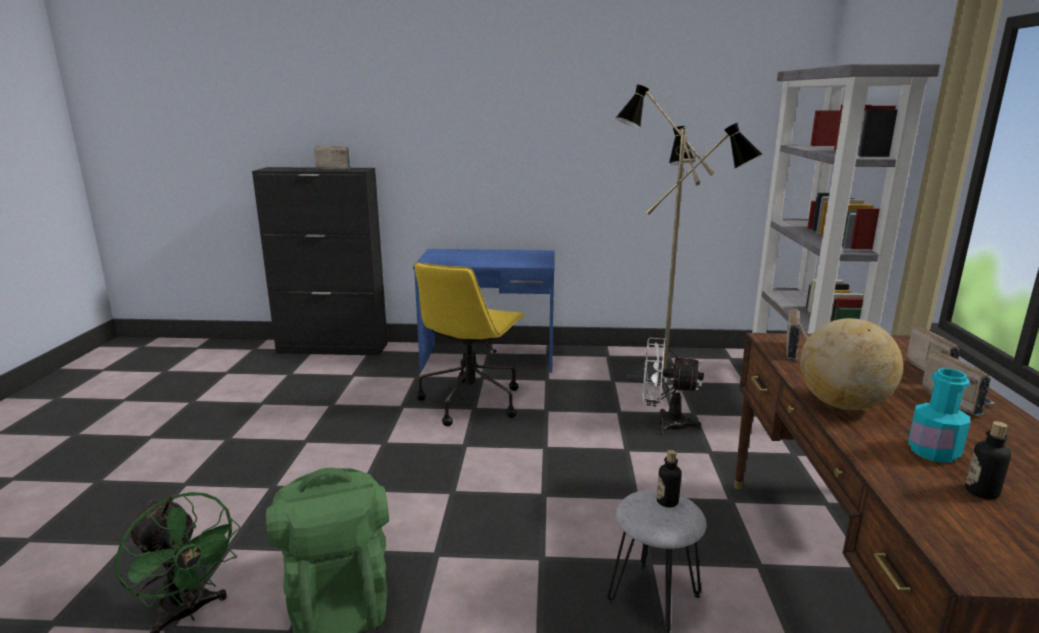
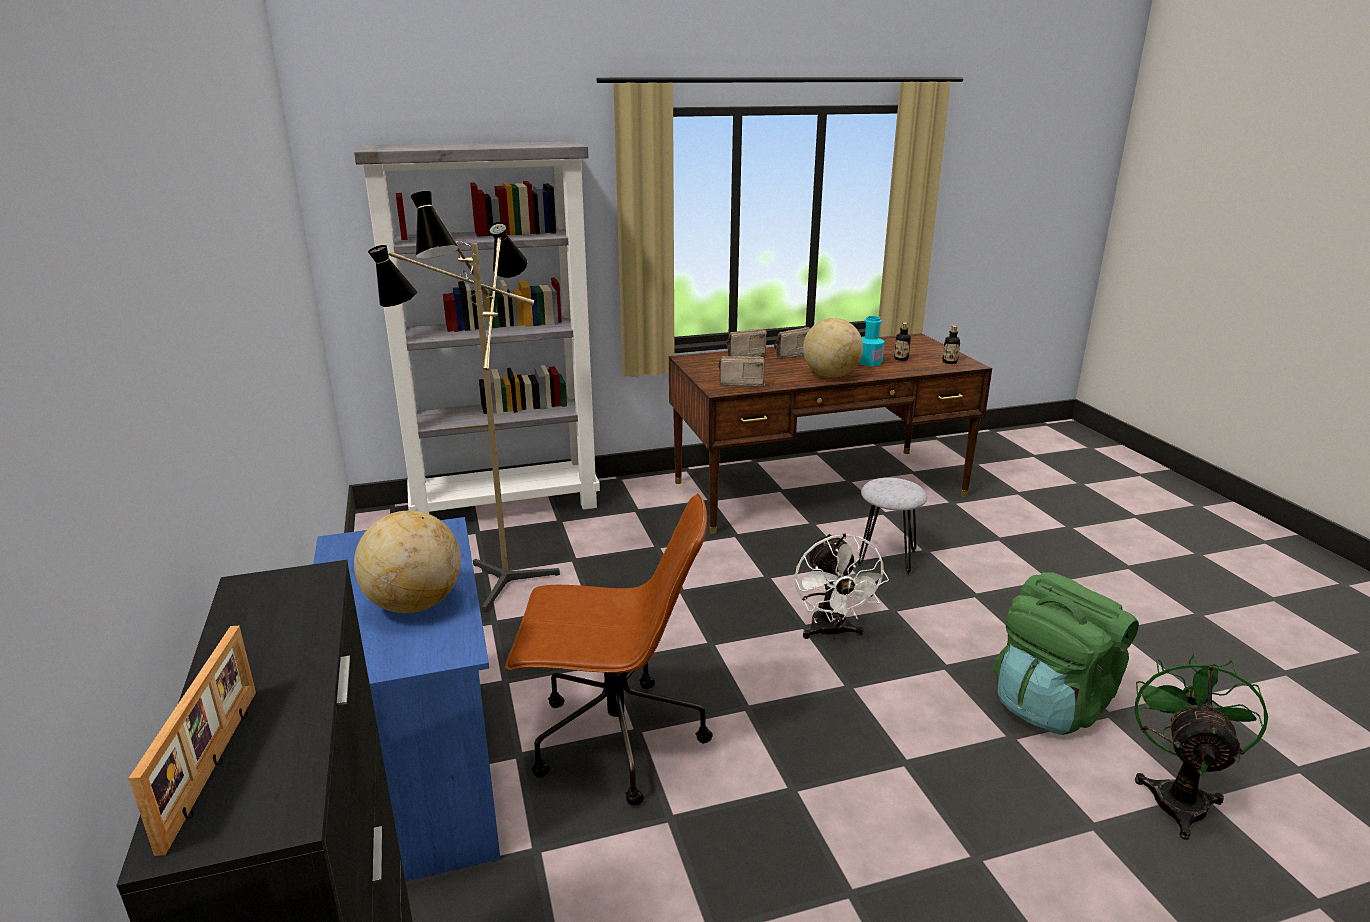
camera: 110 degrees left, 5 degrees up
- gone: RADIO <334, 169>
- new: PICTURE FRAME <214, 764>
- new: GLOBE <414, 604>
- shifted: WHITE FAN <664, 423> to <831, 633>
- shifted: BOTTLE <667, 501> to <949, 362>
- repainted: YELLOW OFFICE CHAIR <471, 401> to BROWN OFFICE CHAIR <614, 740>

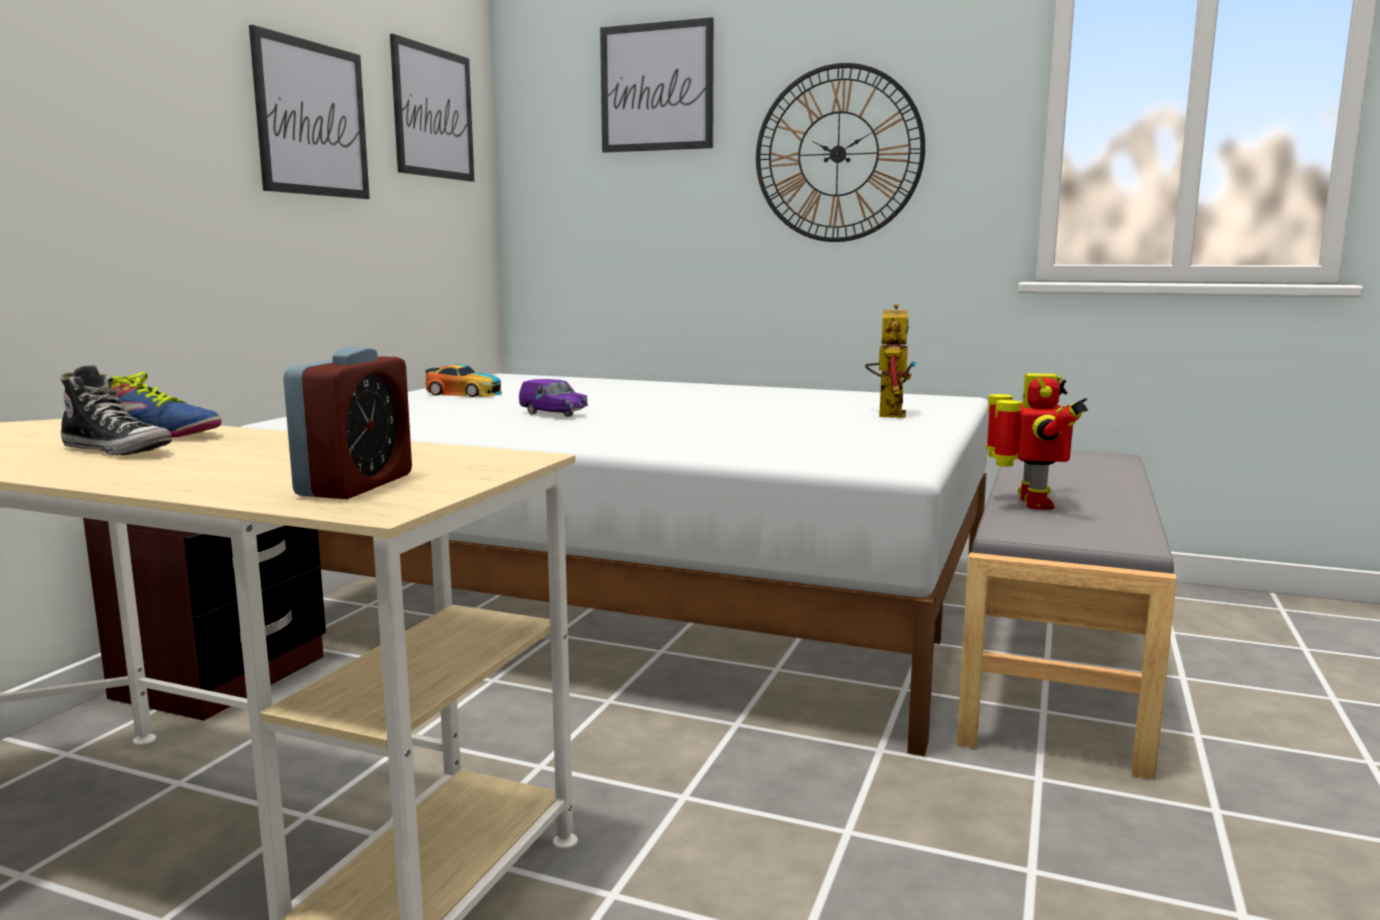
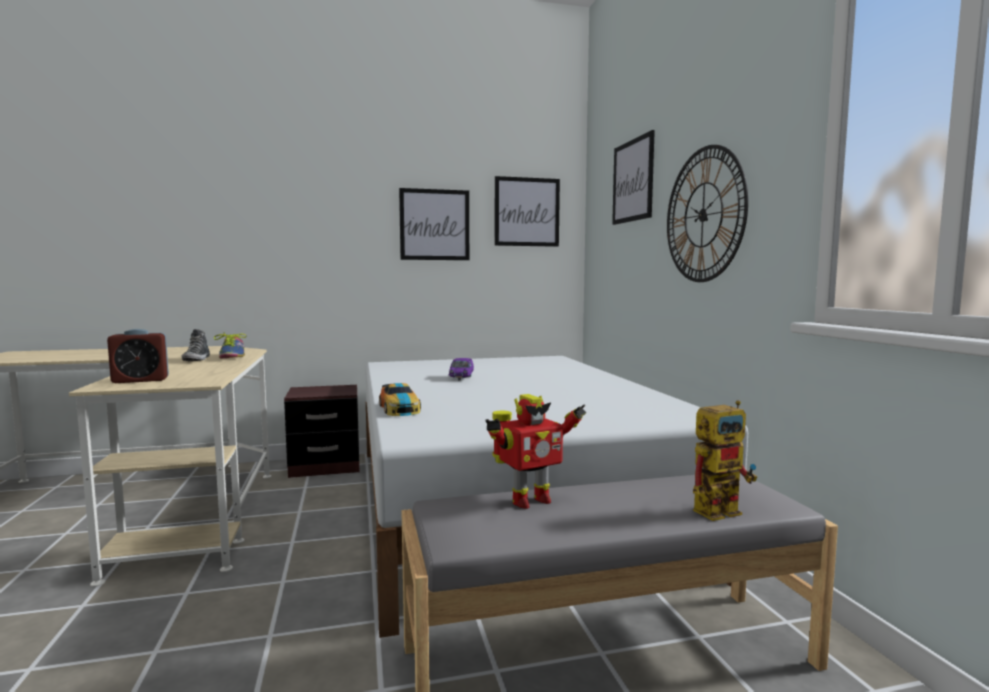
camera: 55 degrees right, 5 degrees down
- shifted: TOY CAR <465, 393> to <399, 409>
- shifted: TOY ROBOT <888, 412> to <721, 509>

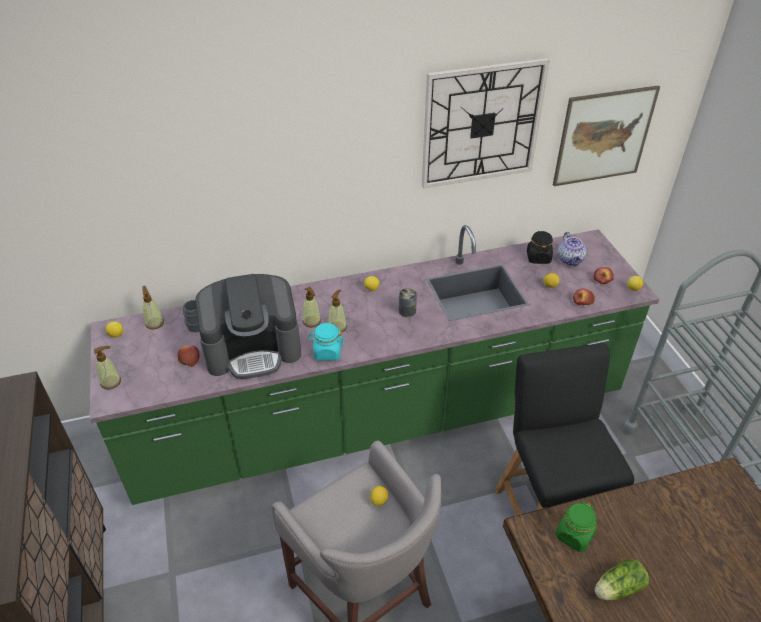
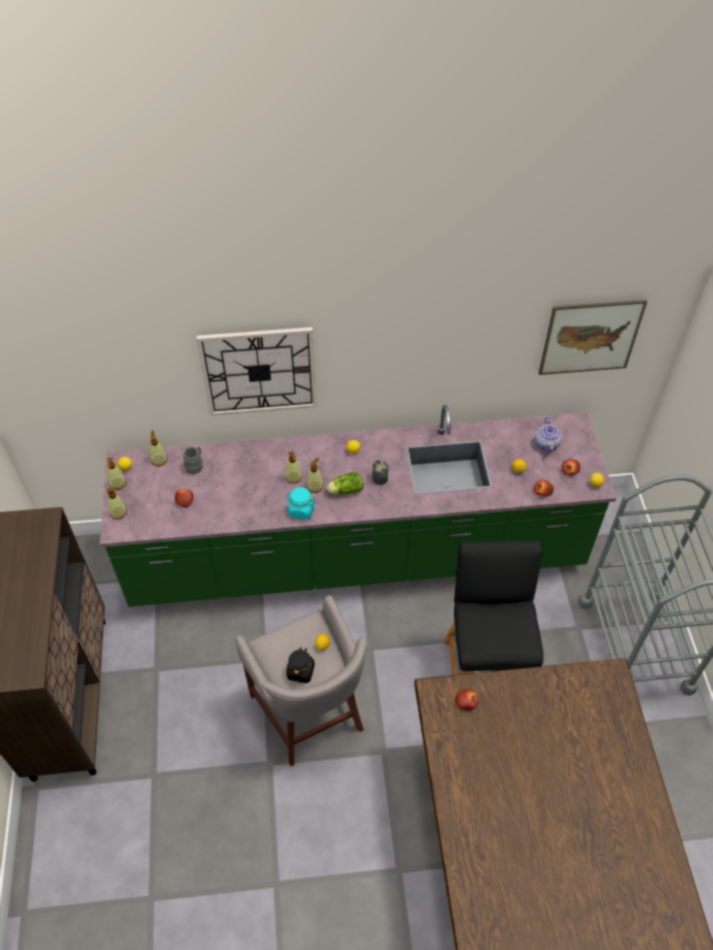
camera: 10 degrees right, 10 degrees up
- gone: COFFEE MACHINE <253, 348>
- new: SOAP DISPENSER <117, 483>
- shifted: WALL CLOCK <481, 124> to <259, 371>
- shifted: BLACK JAR <538, 257> to <300, 671>
- shifted: LETTUCE <616, 589> to <344, 490>
- swapped: GREEN JAR <574, 535> to APPLE <466, 701>

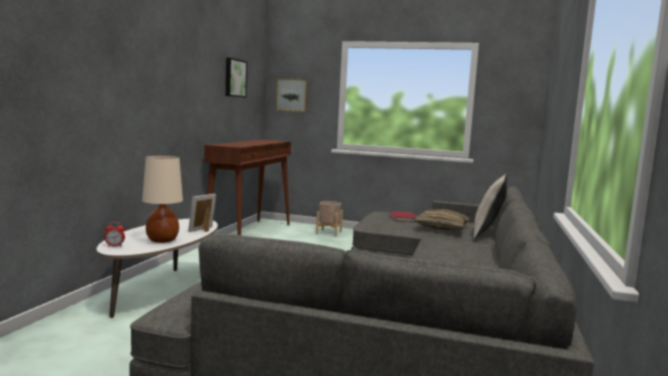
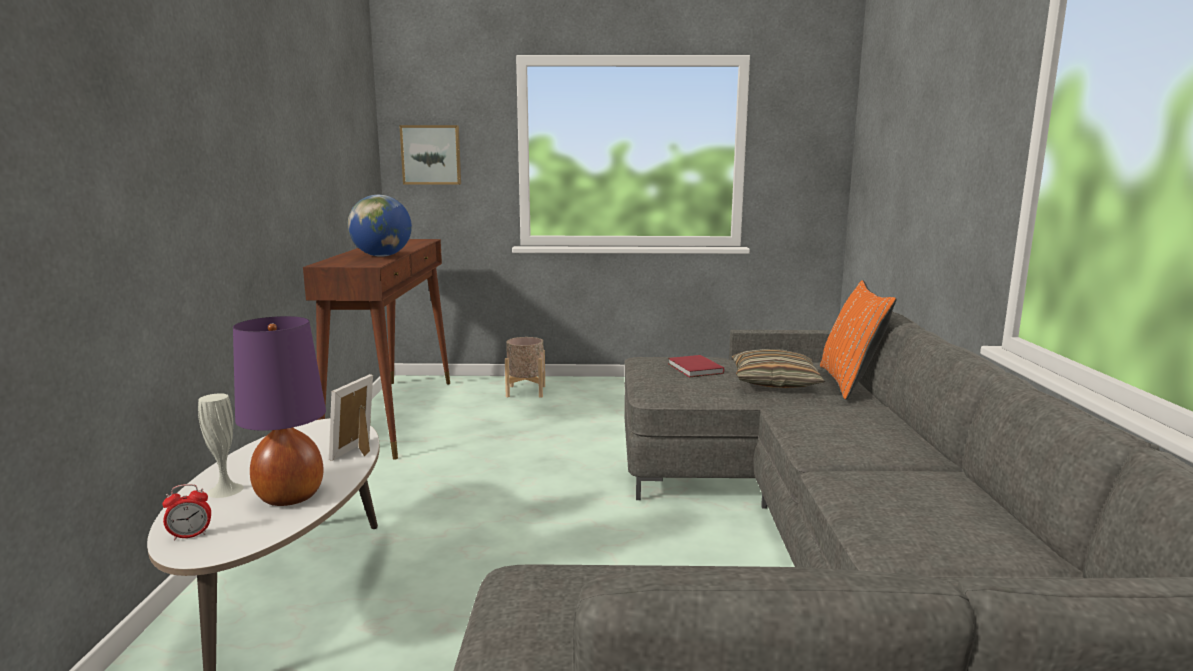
camera: 15 degrees left, 5 degrees up
- gone: PICTURE <234, 78>
- new: WHITE VASE <225, 490>
- new: GLOBE <382, 256>
- repainted: BEIGE TABLE LAMP <162, 240> to PURPLE TABLE LAMP <289, 497>
- repainted: BEIGE PILLOW <488, 233> to ORANGE PILLOW <850, 382>

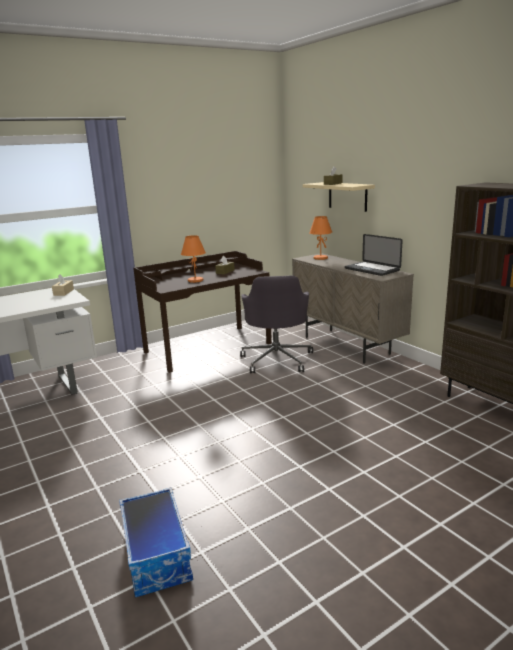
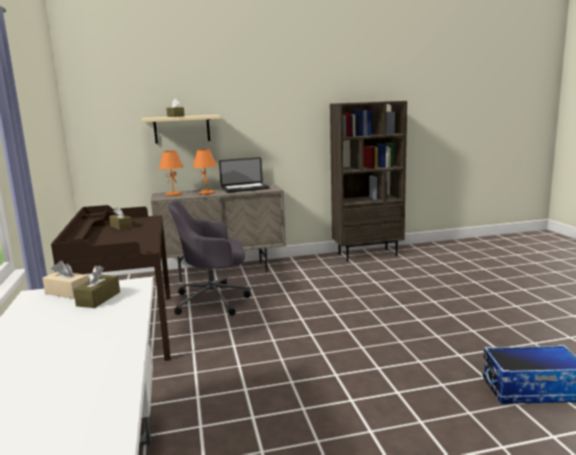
camera: 70 degrees left, 5 degrees down
- new: BROWN TISSUE BOX <98, 299>
- shifted: ORANGE TABLE LAMP <195, 281> to <207, 193>
- rotated: GREY OFFICE CHAIR <277, 359> = <214, 300> 150 degrees clockwise

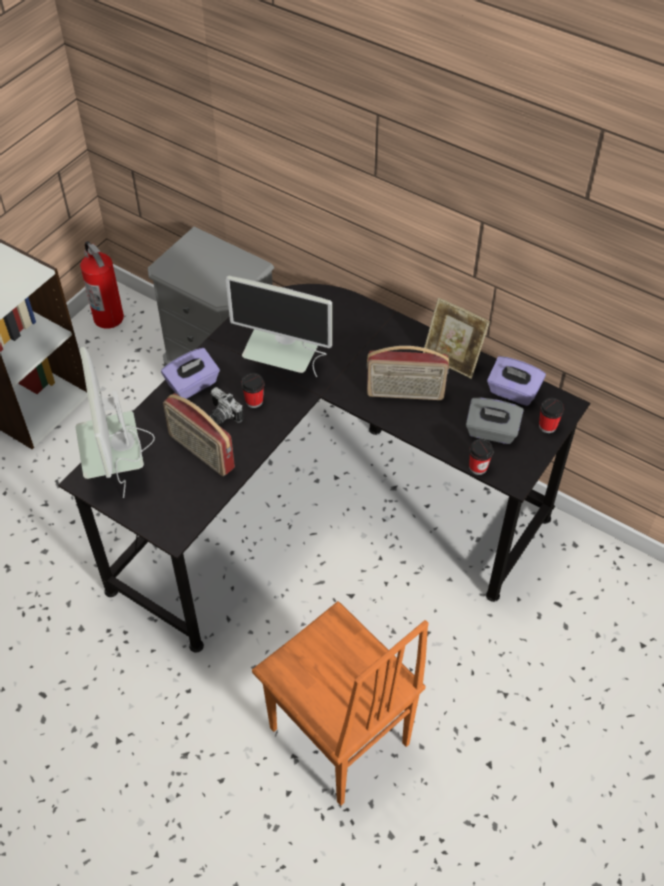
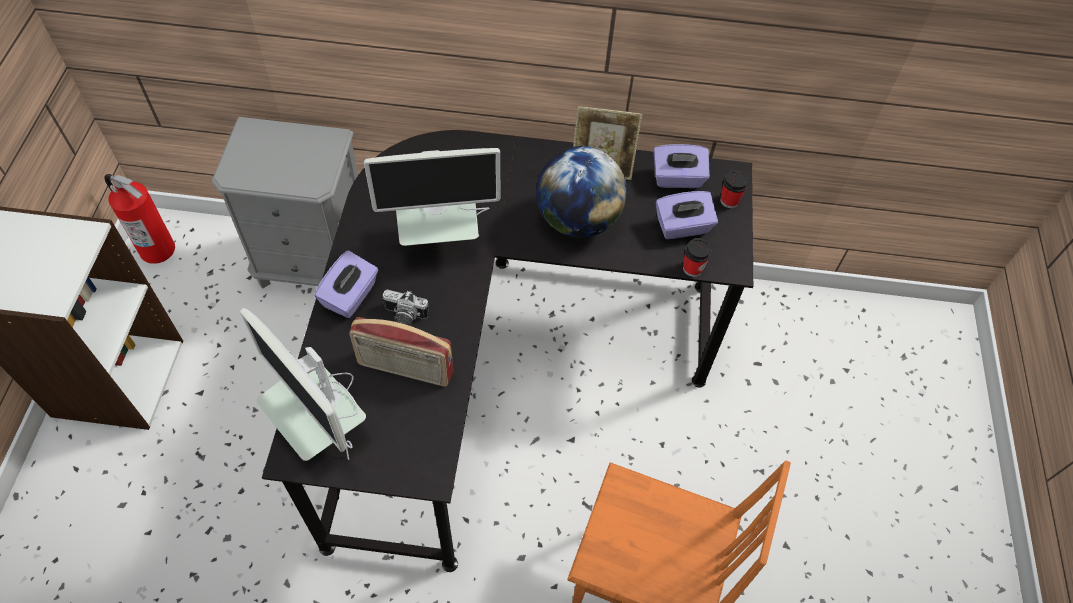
camera: 30 degrees left, 5 degrees up
- gone: CUP <254, 401>
- swapped: RADIO <405, 394> to GLOBE <578, 220>
- repainted: GREY TISSUE BOX <491, 431> to PURPLE TISSUE BOX <682, 227>

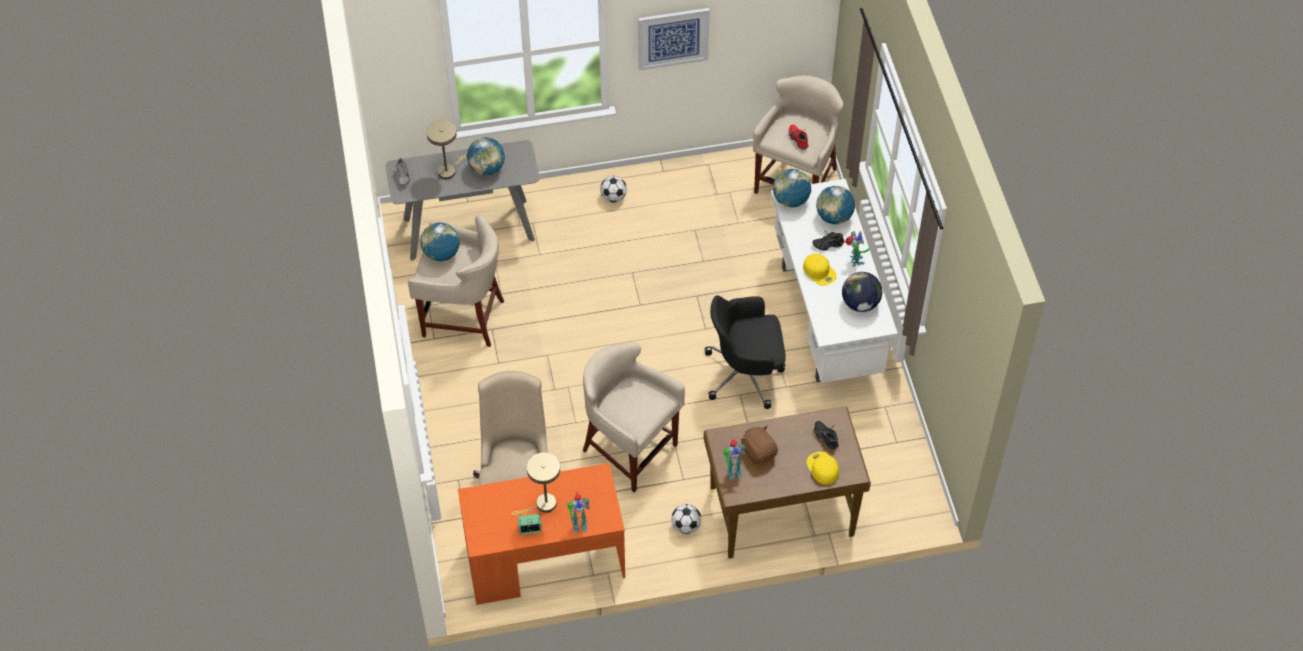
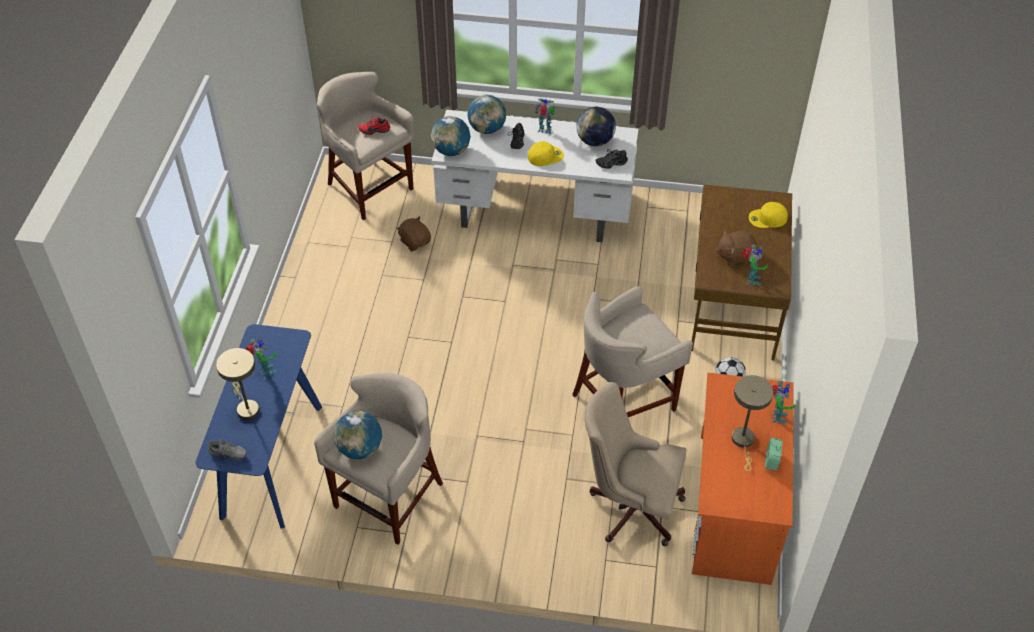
camera: 70 degrees left, 5 degrees down
- gone: FOOTBALL <613, 197>
- gone: PICTURE <673, 38>
- gone: BLACK OFFICE CHAIR <745, 373>
- new: BROWN PLUSH TOY <415, 242>
- shifted: BLACK SHOE <826, 437> to <611, 163>
- swapped: GLOBE <487, 168> to TOY ROBOT <266, 372>
- repainted: GREY CONSOLE TABLE <469, 229> to BLUE CONSOLE TABLE <271, 460>

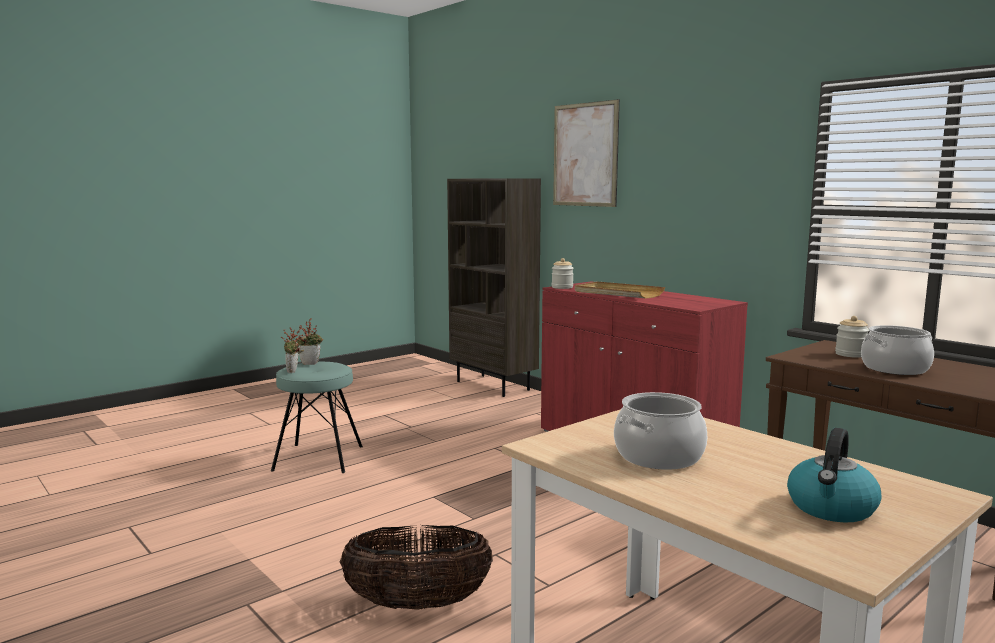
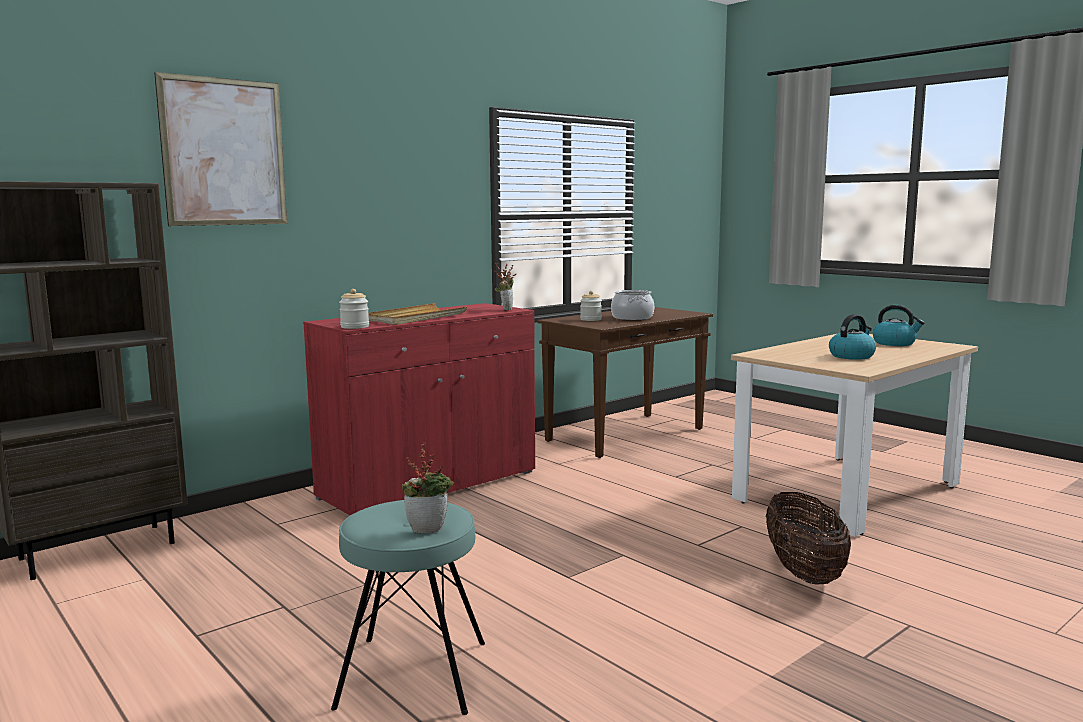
camera: 90 degrees left, 0 degrees up
- shifted: POTTED PLANT <311, 363> to <505, 309>
- swapped: COOKING POT <658, 456> to KETTLE <851, 356>

